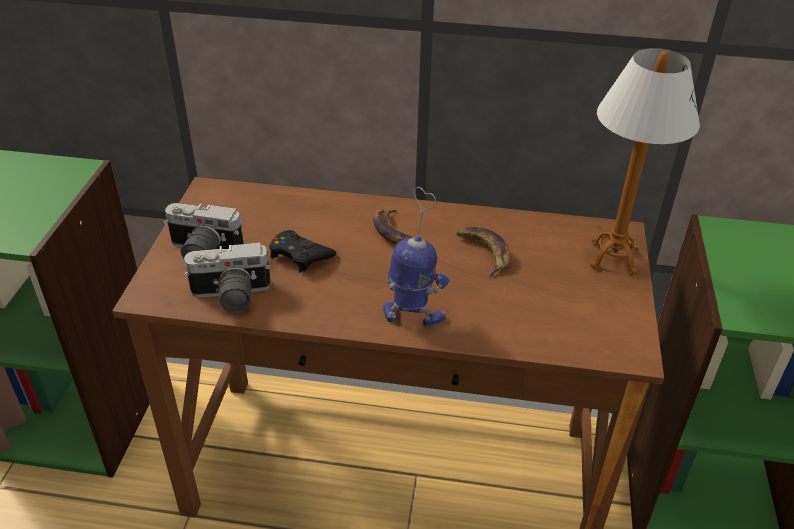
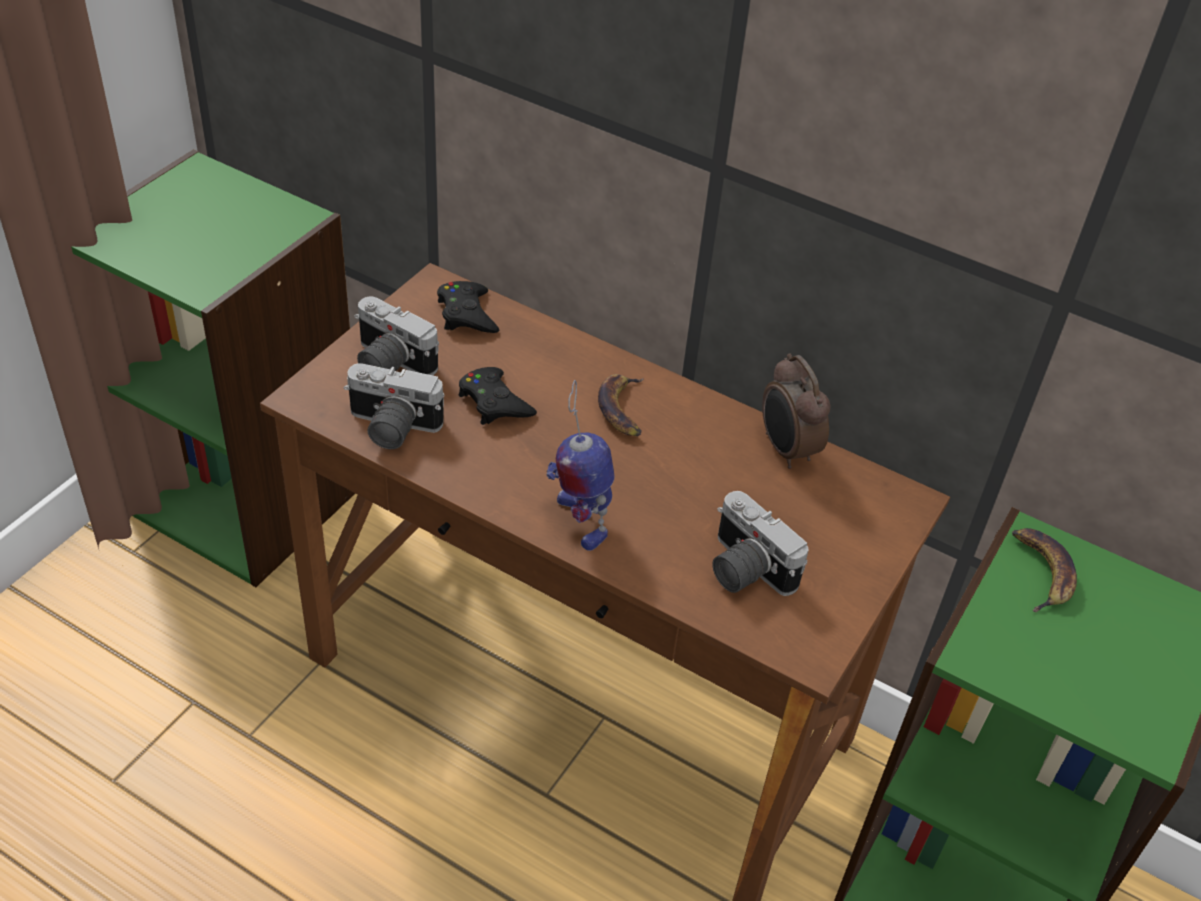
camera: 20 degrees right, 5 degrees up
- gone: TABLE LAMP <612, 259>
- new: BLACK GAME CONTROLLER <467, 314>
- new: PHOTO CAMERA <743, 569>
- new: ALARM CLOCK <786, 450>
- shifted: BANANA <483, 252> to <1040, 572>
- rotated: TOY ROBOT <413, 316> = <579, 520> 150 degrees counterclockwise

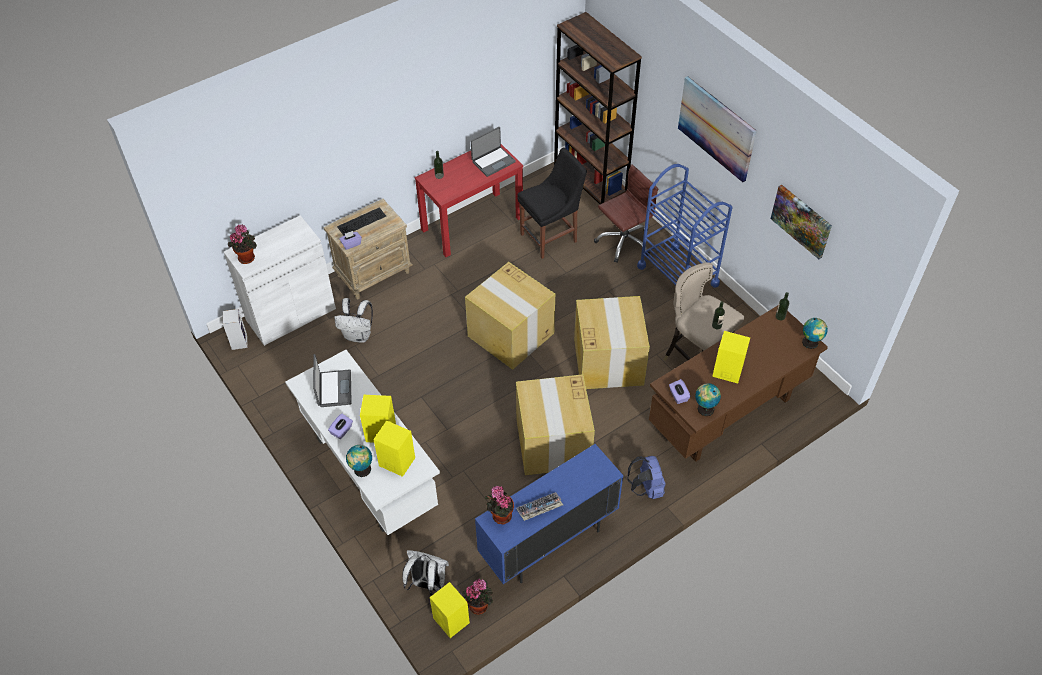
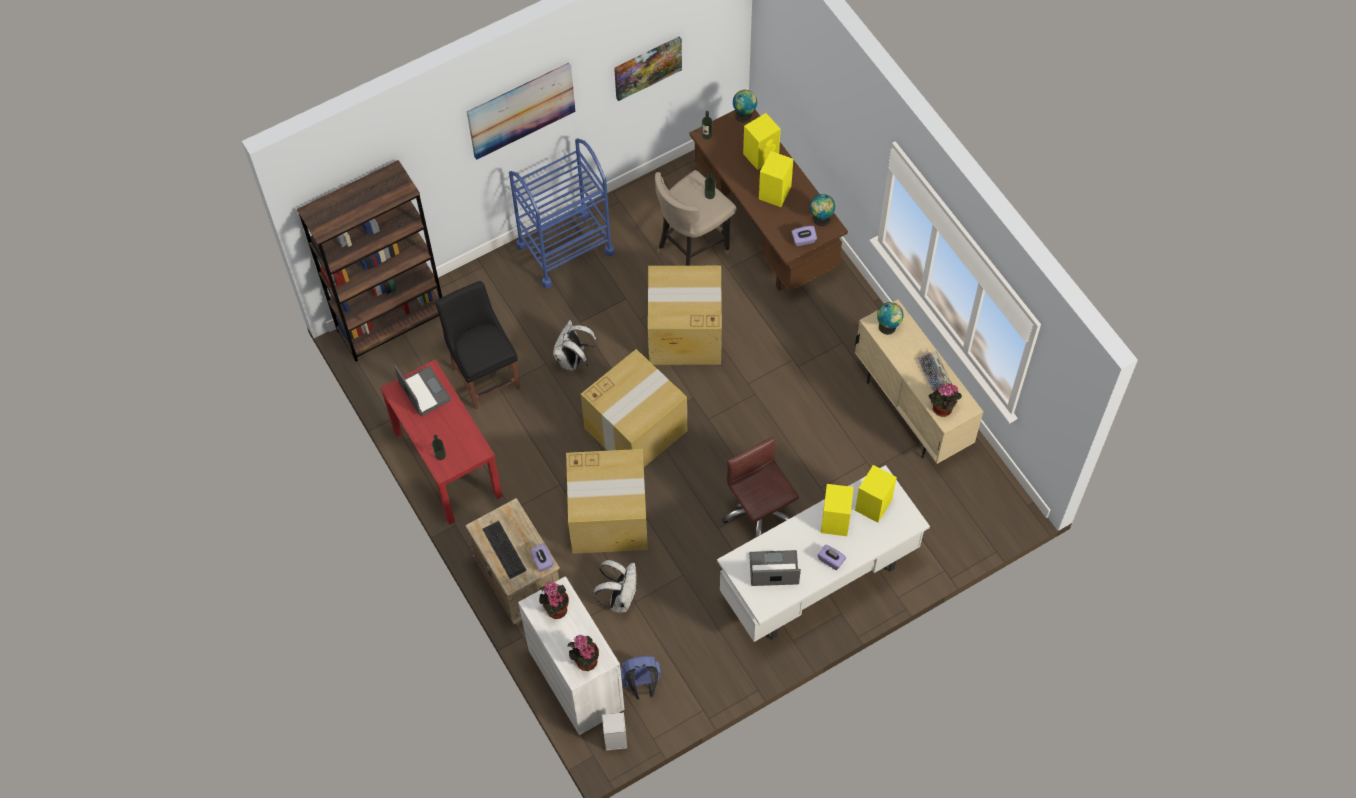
camera: 85 degrees left, 10 degrees up
- shifted: GLOBE <362, 470> to <888, 327>
- shifted: WHITE BACKPACK <427, 584> to <573, 360>
- shifted: YELLOW SPEAKER <451, 621> to <761, 155>
- shifted: POTTED PLANT <479, 604> to <555, 608>
- shifted: CARDBOARD BOX <553, 444> to <610, 517>
- shifted: BROWN OFFICE CHAIR <623, 242> to <759, 514>
- shifted: BLUE BACKPACK <646, 488> to <641, 684>
- repainted: BLUE CABINET <548, 543> to BEIGE CABINET <911, 411>

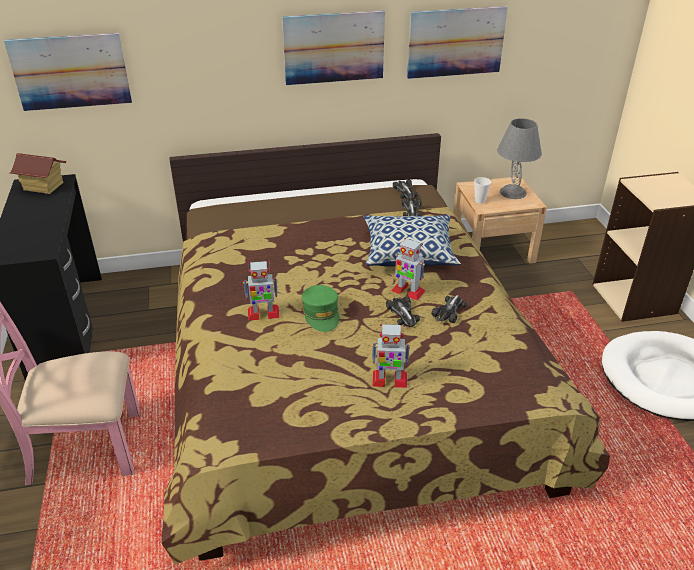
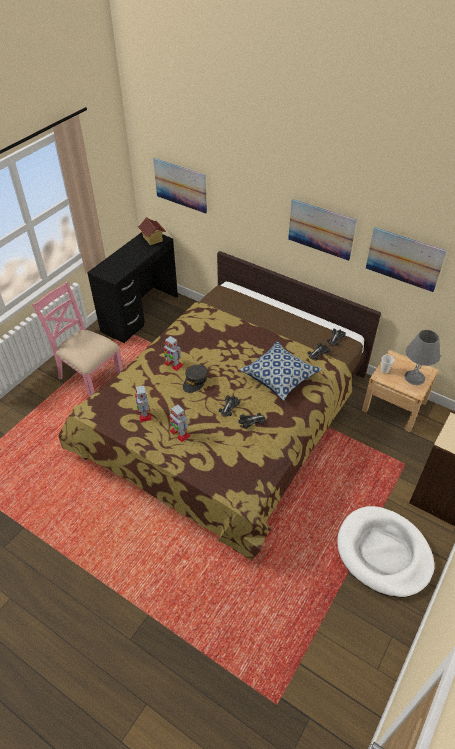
camera: 45 degrees right, 10 degrees up
- shifted: TOY ROBOT <407, 291> to <144, 413>
- repainted: GREEN CAP <321, 314> to GREY CAP <195, 382>

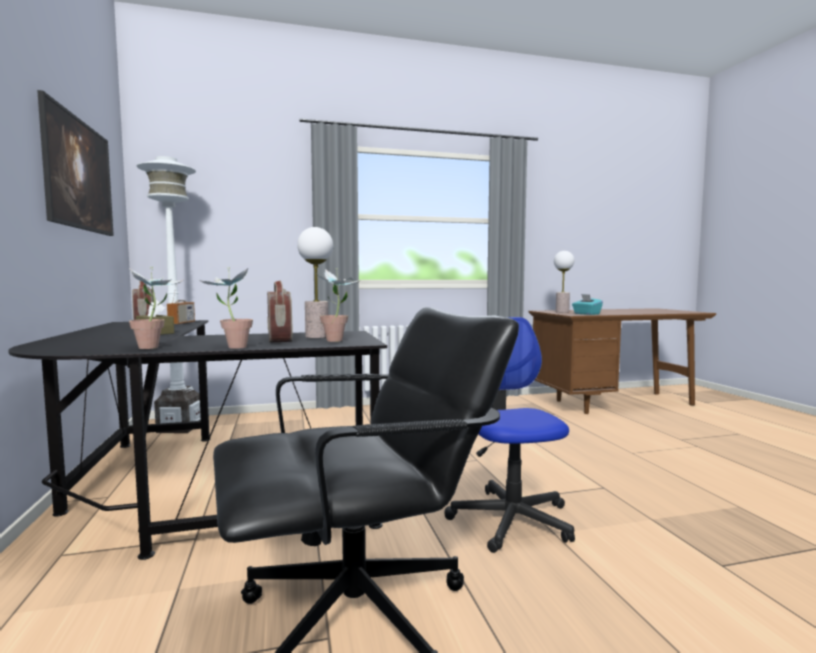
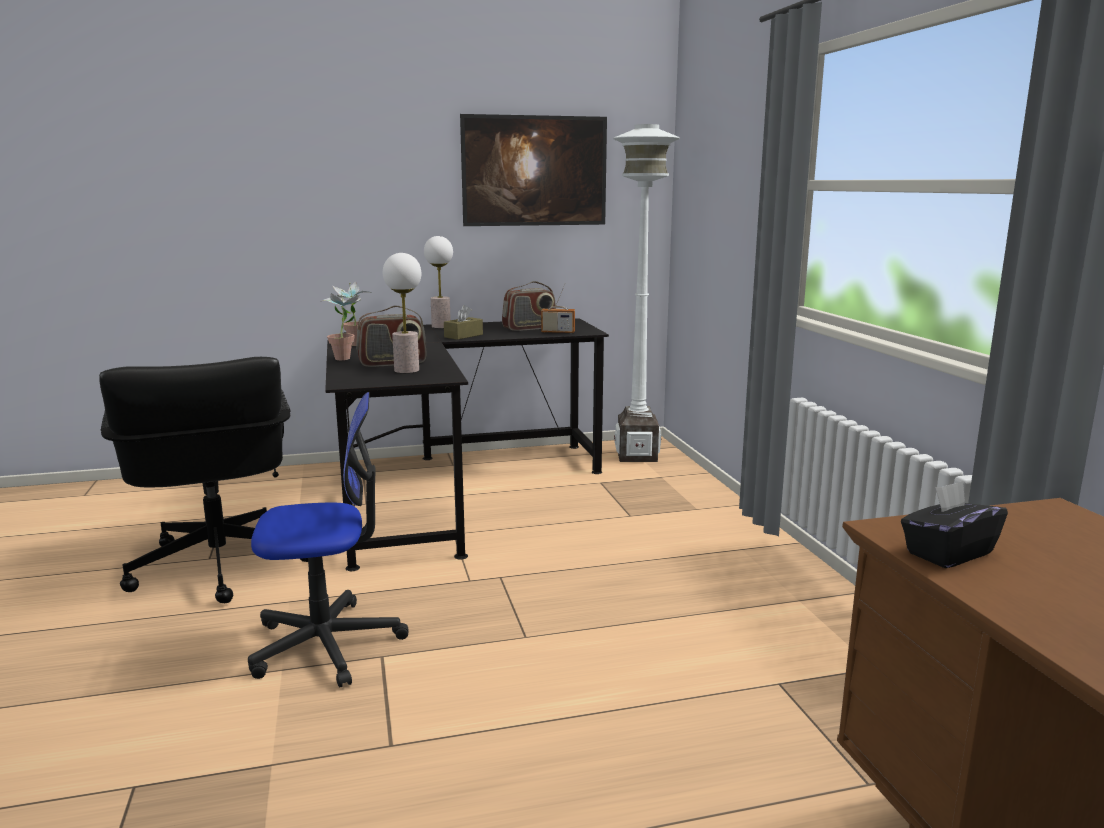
camera: 90 degrees right, 10 degrees up
- gone: POTTED PLANT <337, 341>
- shifted: TABLE LAMP <562, 312> to <441, 326>
- repainted: TURQUOISE TISSUE BOX <586, 314> to BLACK TISSUE BOX <948, 553>

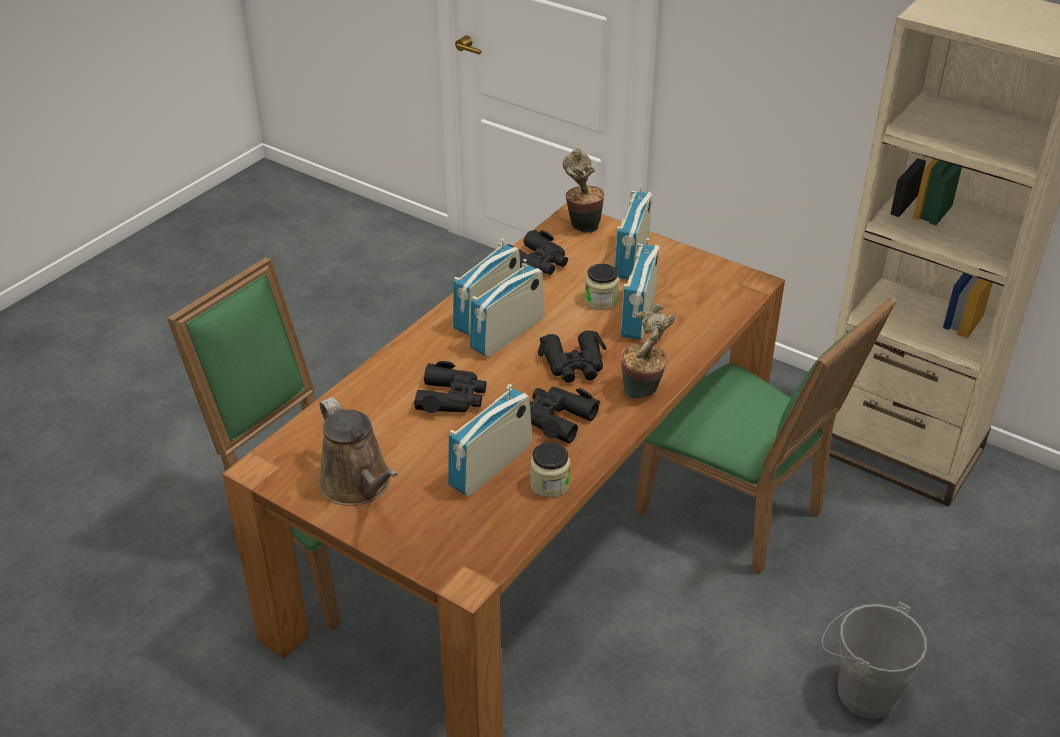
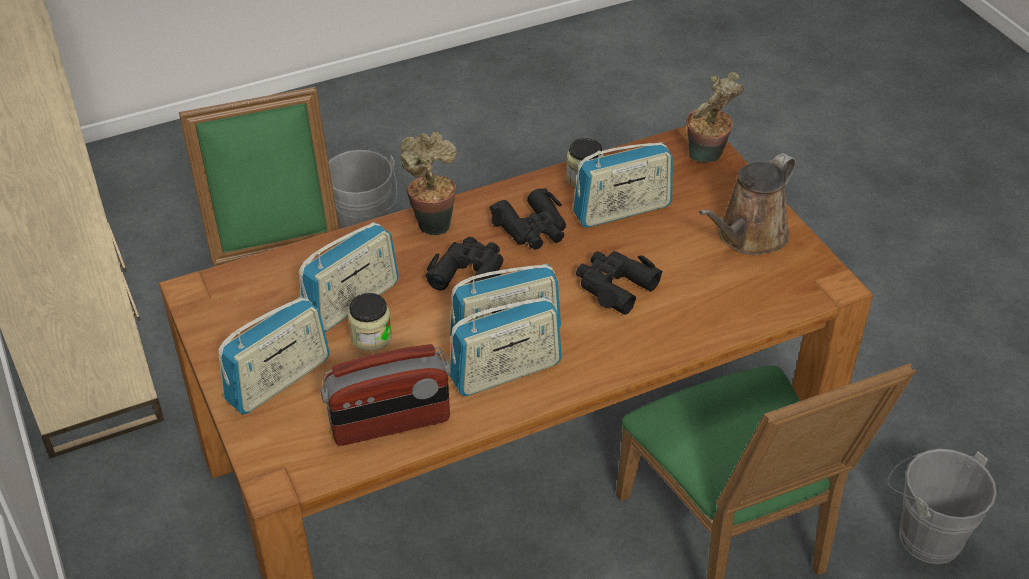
camera: 150 degrees left, 5 degrees up
- new: GREY BUCKET <924, 533>
- shifted: POTTED PLANT <582, 225> to <707, 158>
- swapped: BLACK BINOCULARS <537, 262> to RADIO <390, 424>
- rotated: BROWN WATERING CAN <358, 485> = <748, 236> 135 degrees counterclockwise

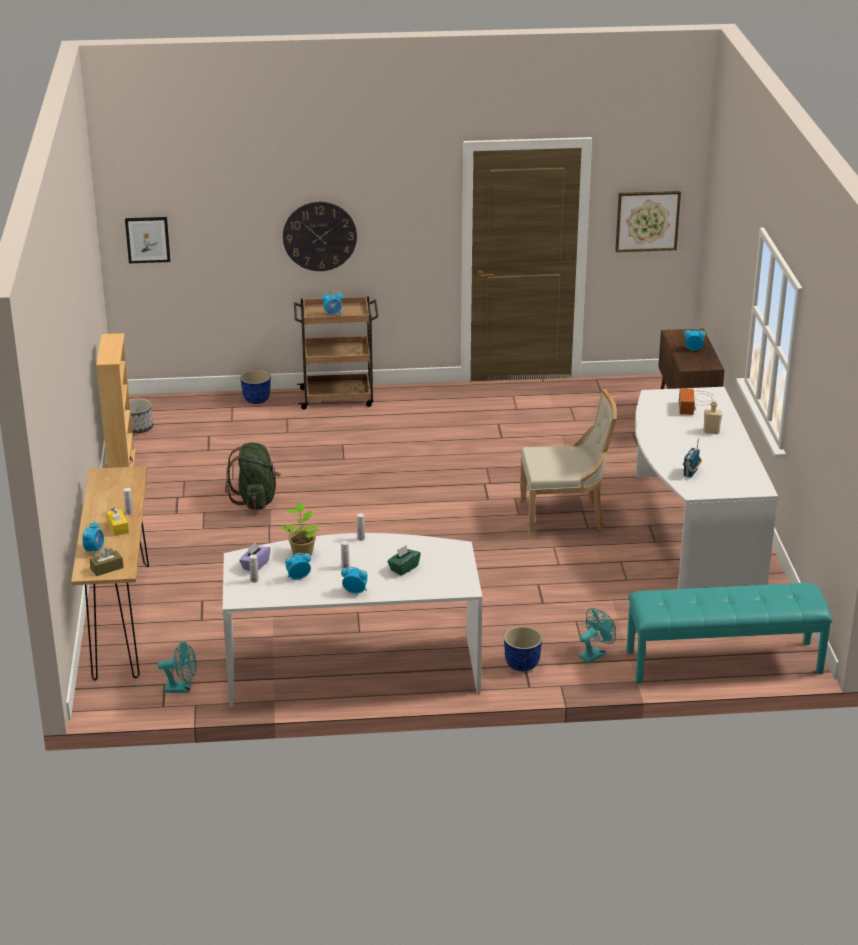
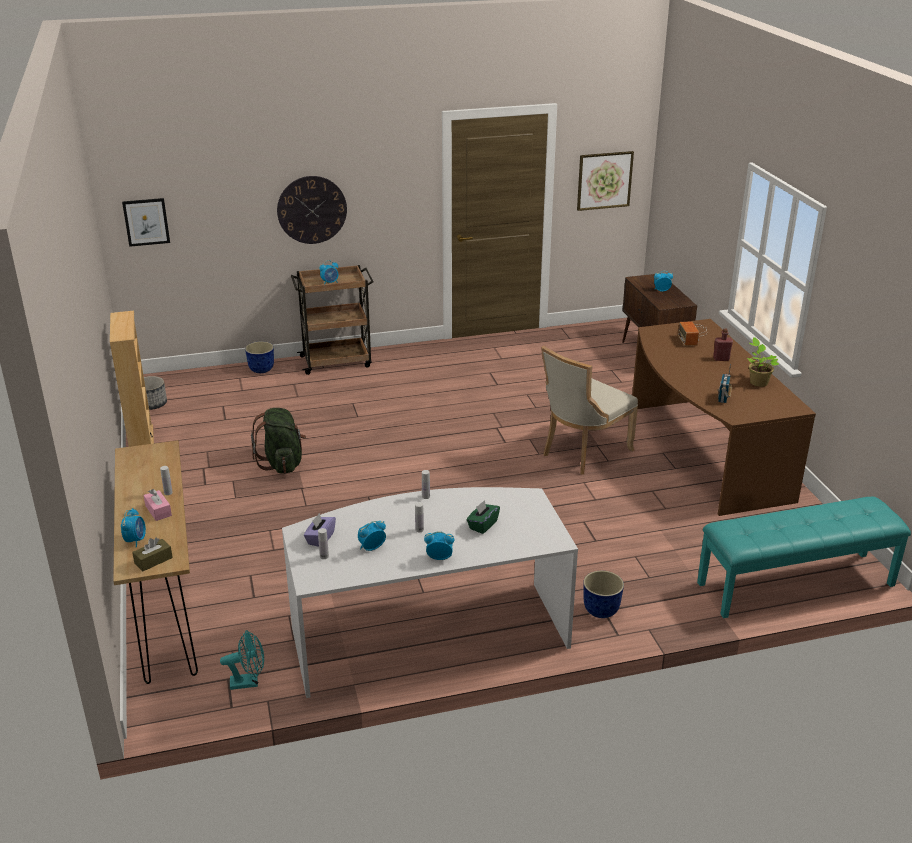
camera: 10 degrees left, 0 degrees up
- gone: TURQUOISE FAN <595, 654>
- shifted: POTTED PLANT <302, 553> to <757, 382>
- repainted: YELLOW TISSUE BOX <118, 527> to PINK TISSUE BOX <158, 511>
- repainted: WHITE DESK <691, 529> to BROWN DESK <702, 453>
- repainted: BEIGE BOTTLE <711, 431> to RED BOTTLE <721, 359>
- rotated: BEIGE CHAIR <565, 517> = <583, 452> 150 degrees clockwise

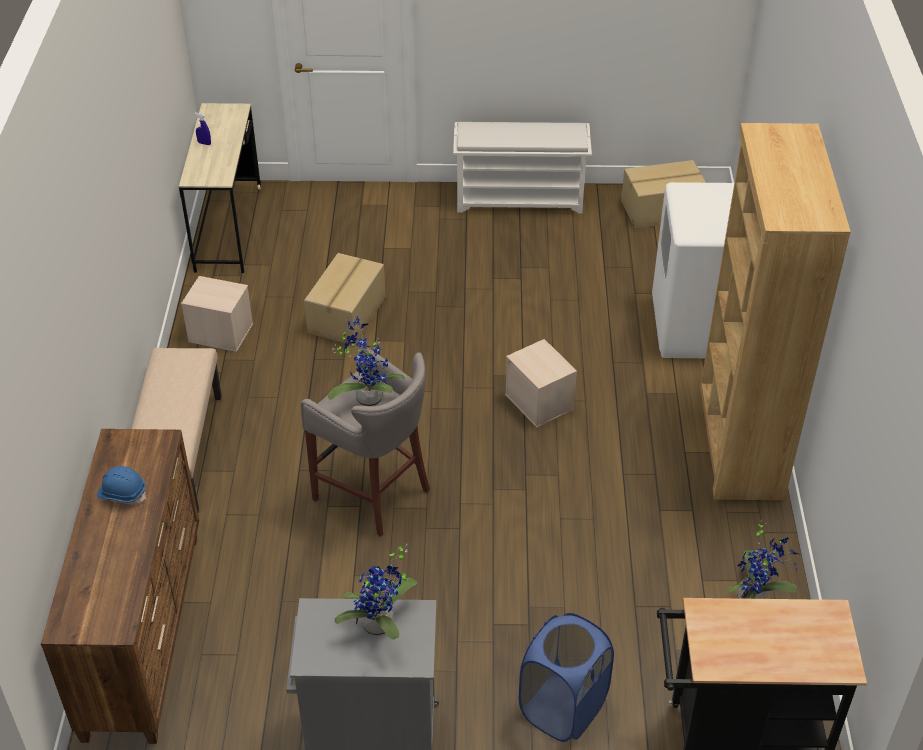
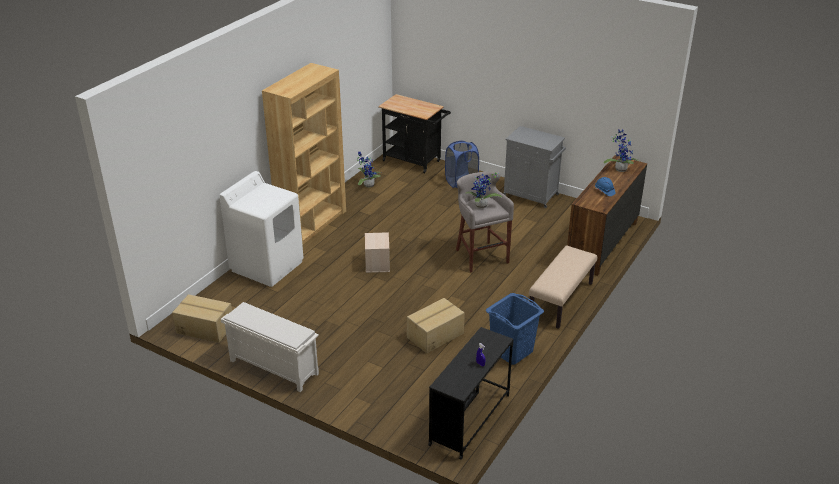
camera: 150 degrees left, 10 degrees down
- shifted: POTTED PLANT <380, 627> to <620, 168>
- swapped: BEIGE STORAGE BOX <219, 333> to BLUE LAUNDRY BASKET <512, 351>
- repainted: BEIGE DESK <228, 228> to BLACK DESK <470, 420>

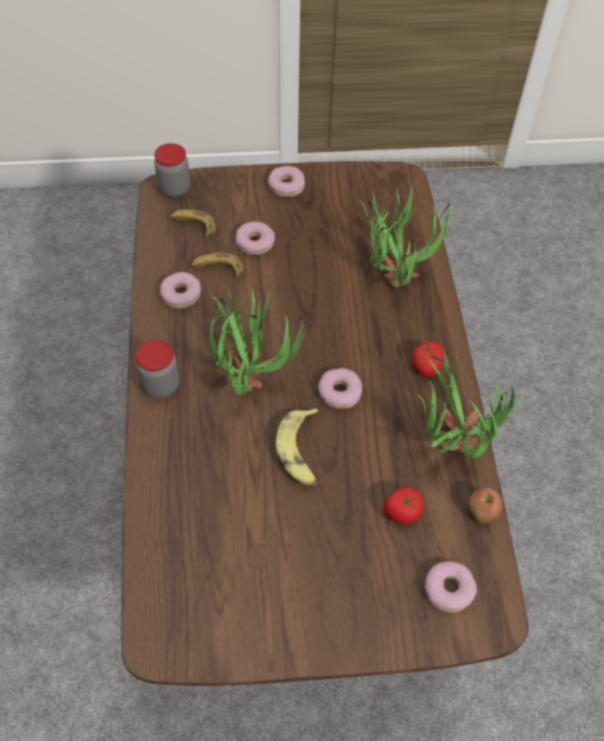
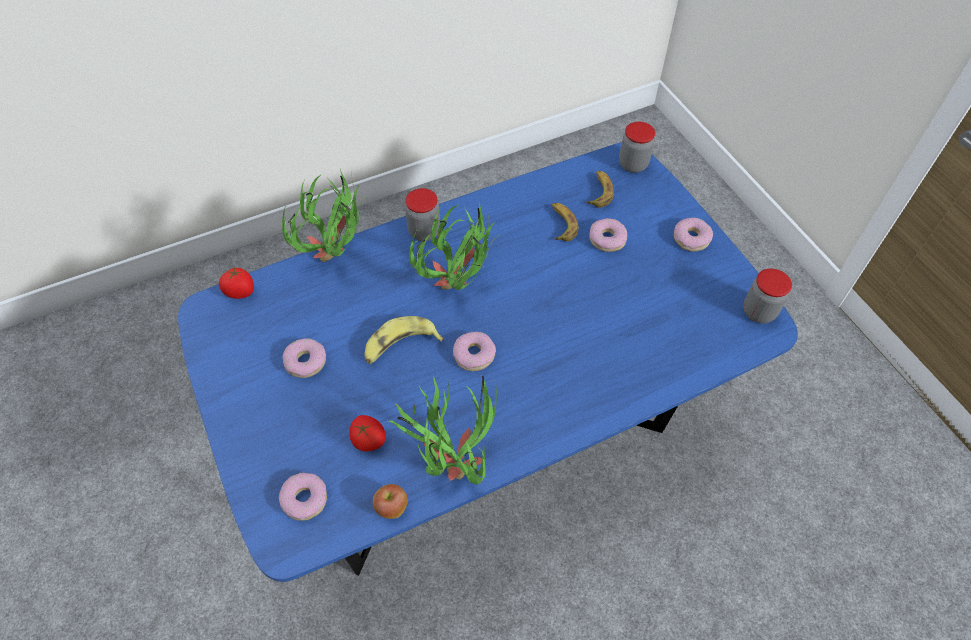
camera: 70 degrees right, 0 degrees up
- new: JAR <759, 312>
- shifted: DONUT <181, 294> to <305, 361>
- shifted: POTTED PLANT <395, 274> to <338, 256>
- shifted: TOMATO <426, 367> to <240, 291>
- repainted: BROWN DINING TABLE <299, 495> to BLUE DINING TABLE <485, 436>

